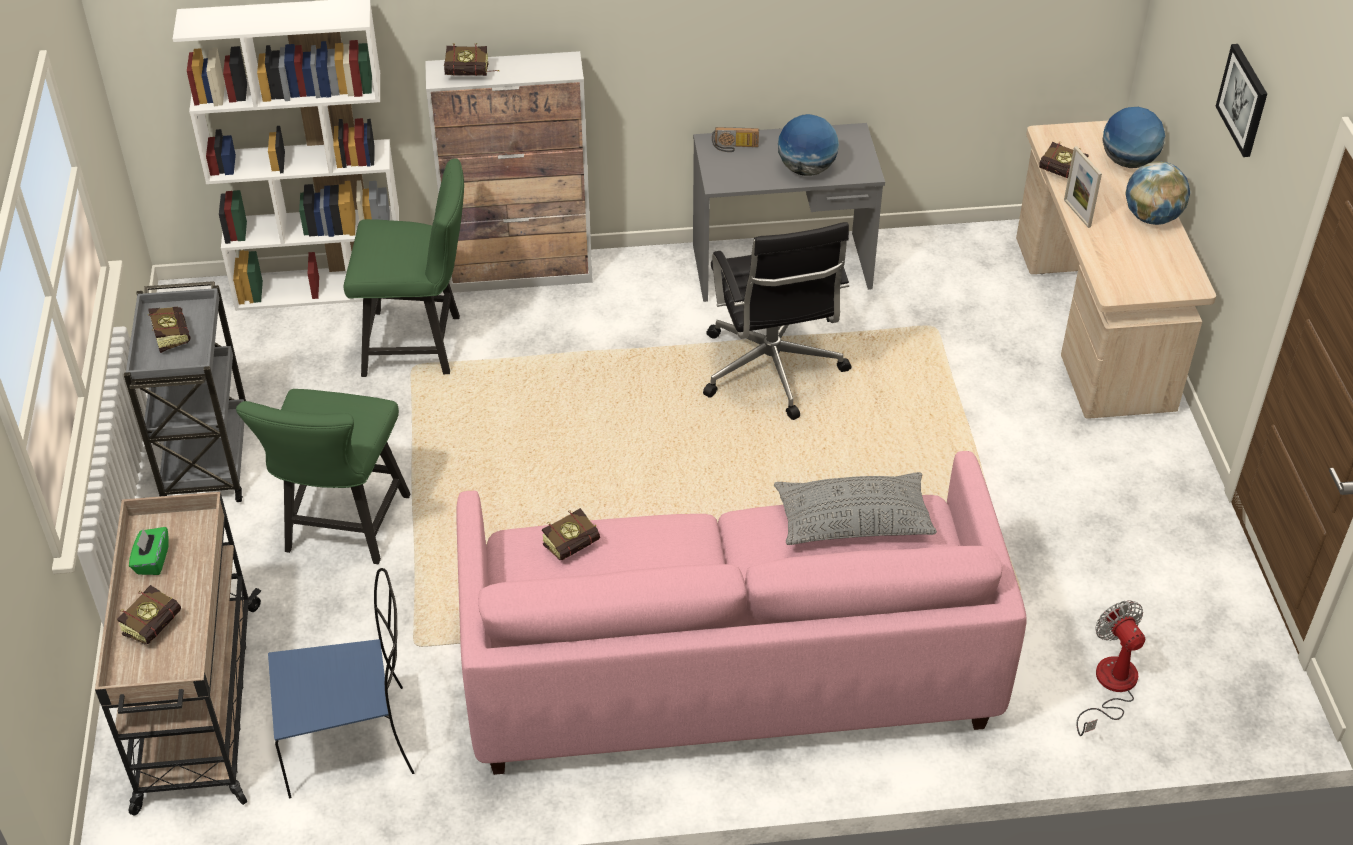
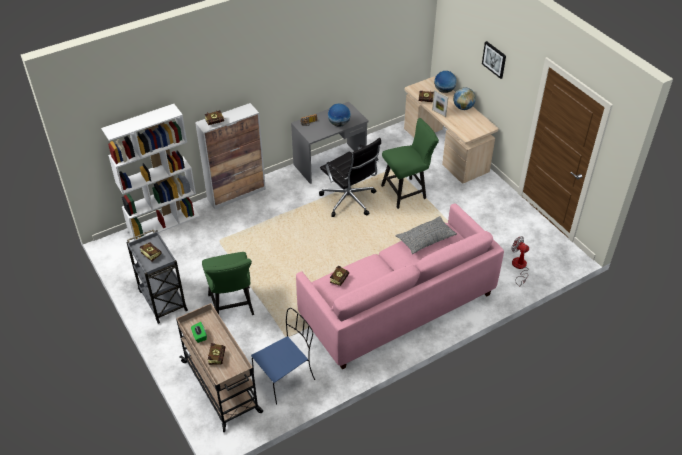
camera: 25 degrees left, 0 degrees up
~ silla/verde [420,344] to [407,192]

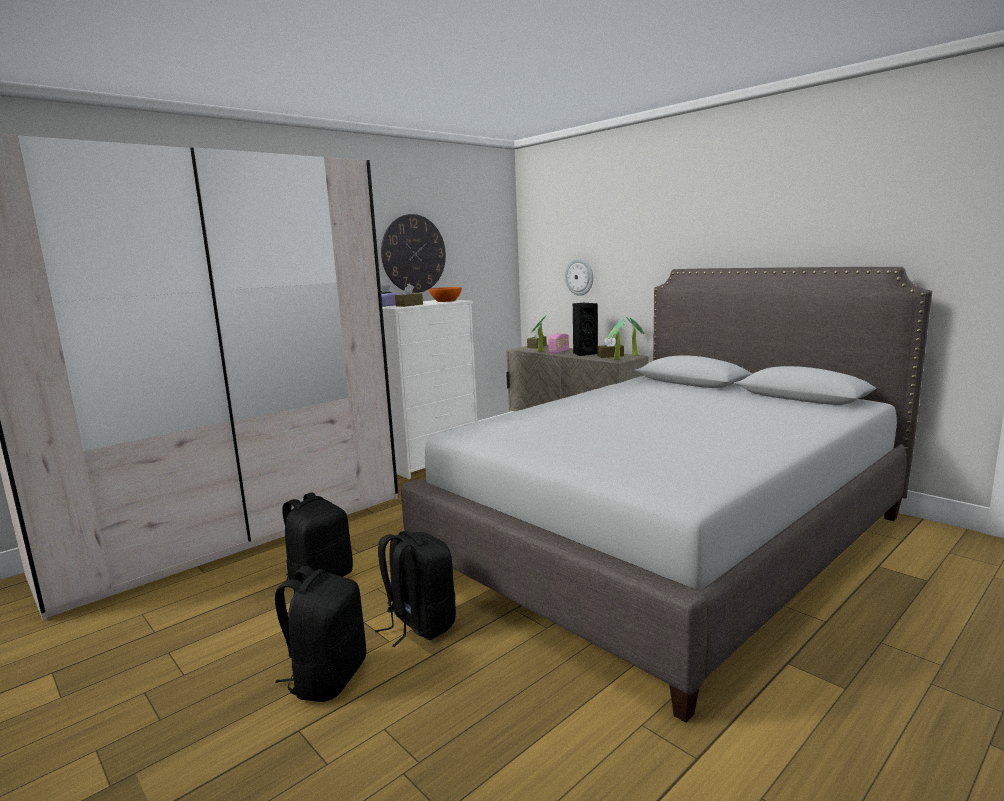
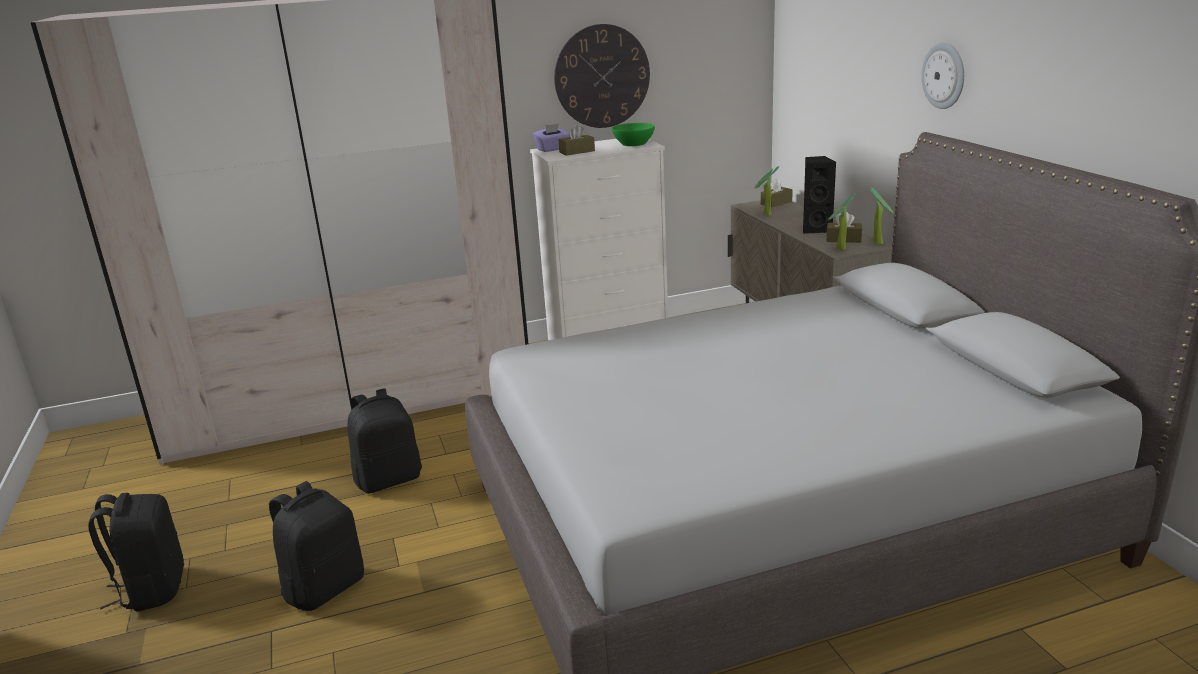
camera: 25 degrees right, 10 degrees up
- radio [559,352]
~ mochila/negro [419,625] to [152,589]
~ reloj de pared [579,277] to [944,76]
~ cuenco/naranja [446,301] to cuenco/verde [633,143]

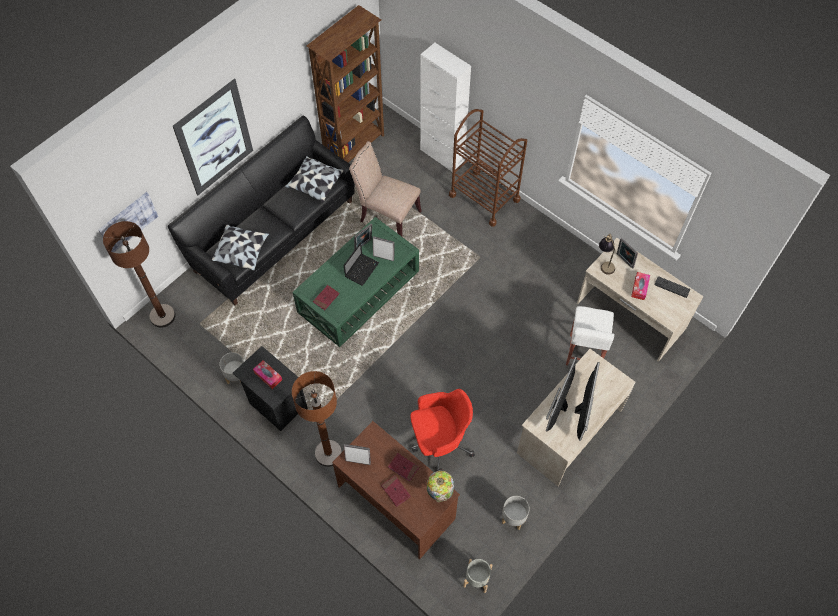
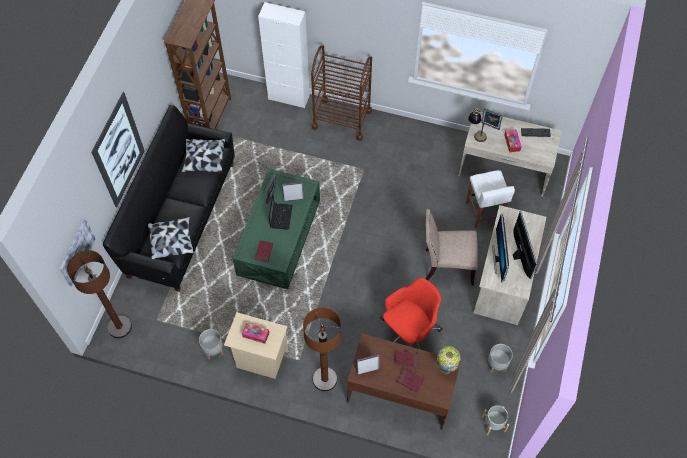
camera: 25 degrees left, 0 degrees up
~ silla/beis [387,216] to [446,265]
~ mesita de noche/negro [276,405] to mesita de noche/beis [260,359]

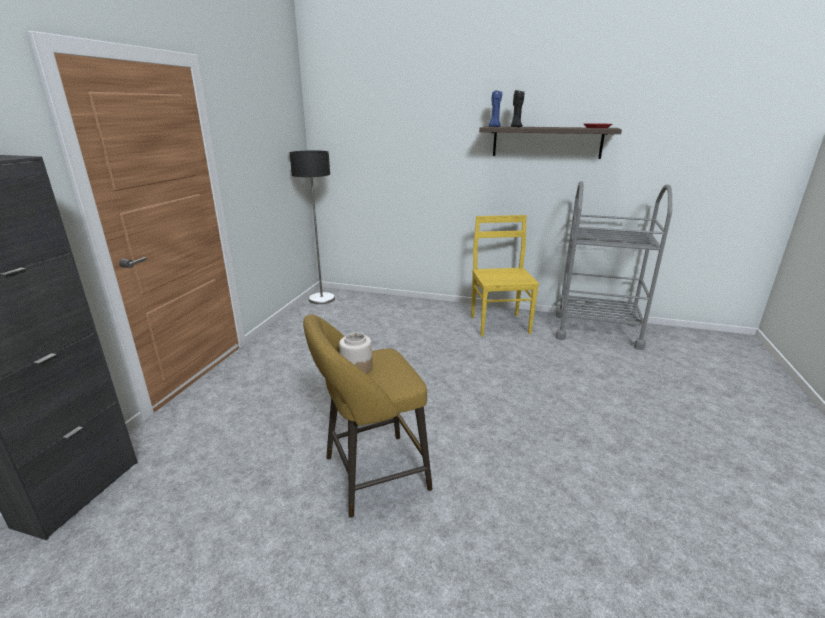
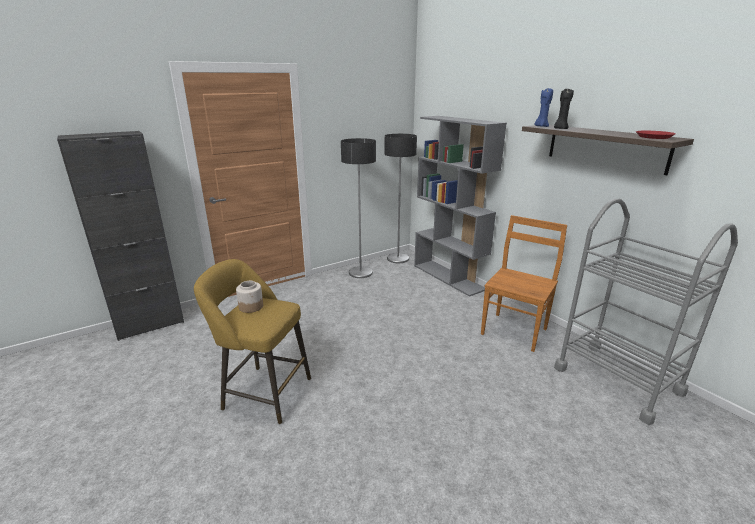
camera: 40 degrees right, 0 degrees up
+ lámpara de pie [360,273]
+ estantería/gris [449,277]
~ silla/amarillo [499,324] to silla/marrón [514,330]

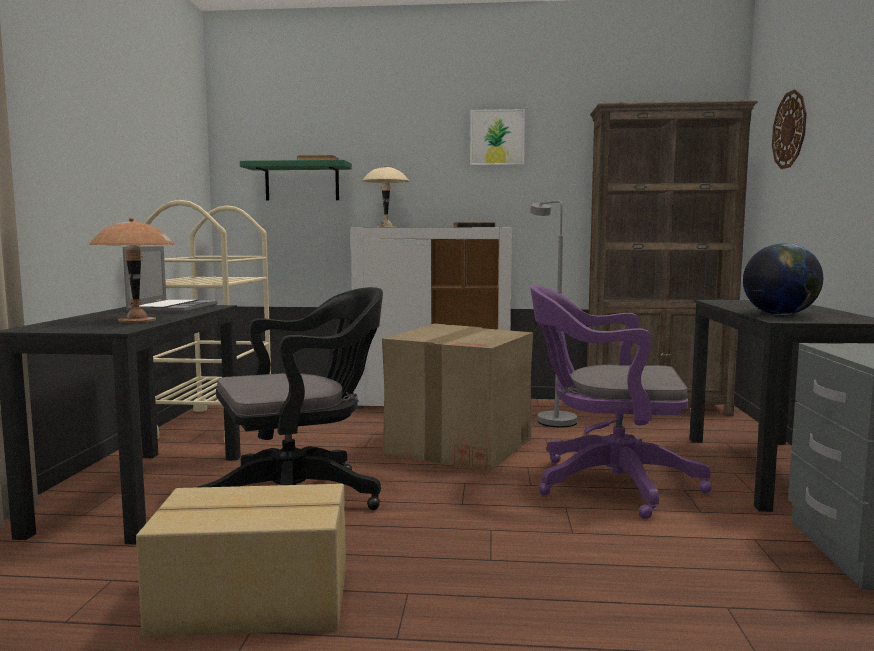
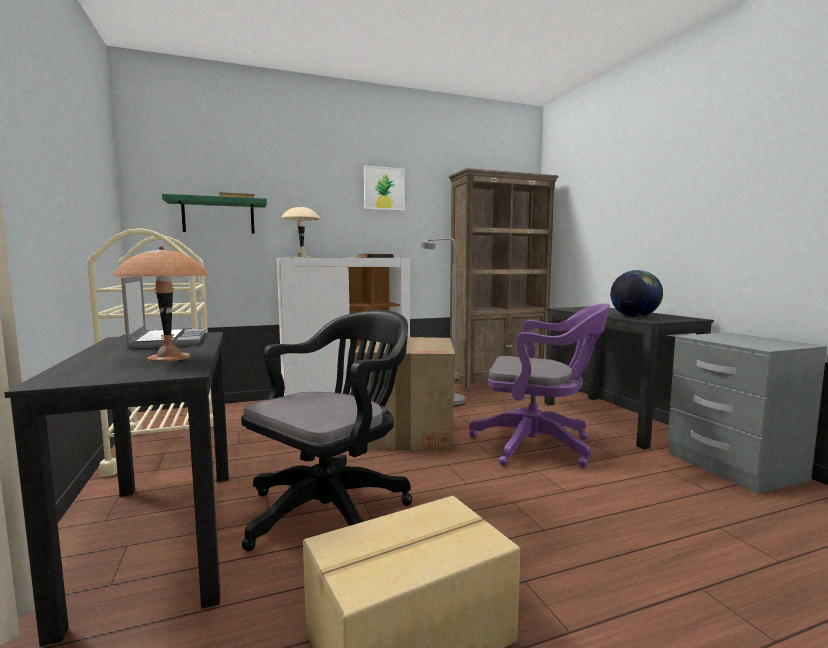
camera: 25 degrees left, 0 degrees up
- reloj de pared [790,130]
~ silla de oficina/morado [607,483] = [539,446] 150 degrees counterclockwise

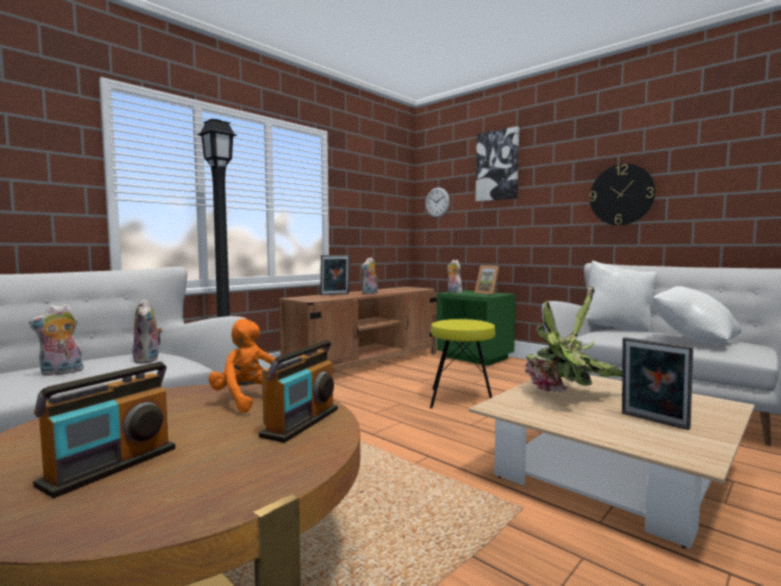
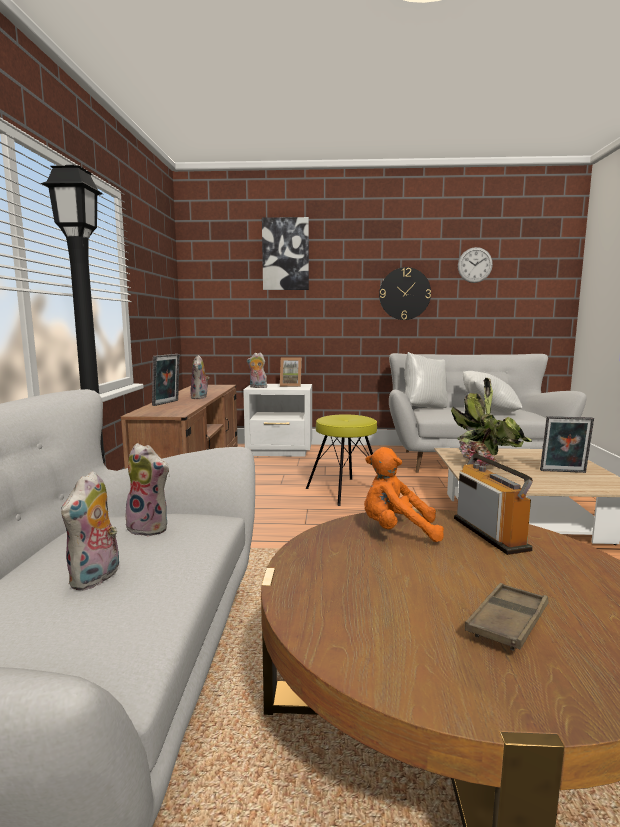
camera: 40 degrees left, 5 degrees up
~ reloj de pared [437,202] to [475,265]
~ radio [111,466] to bandeja/marrón [508,622]
~ mesita de noche/verde [475,358] to mesita de noche/blanco [280,451]

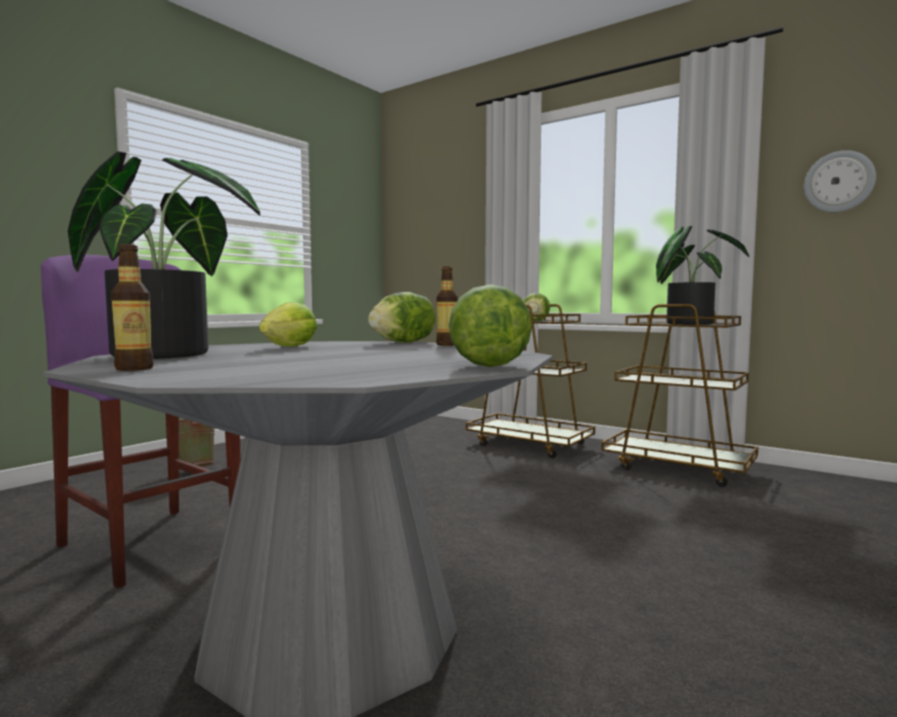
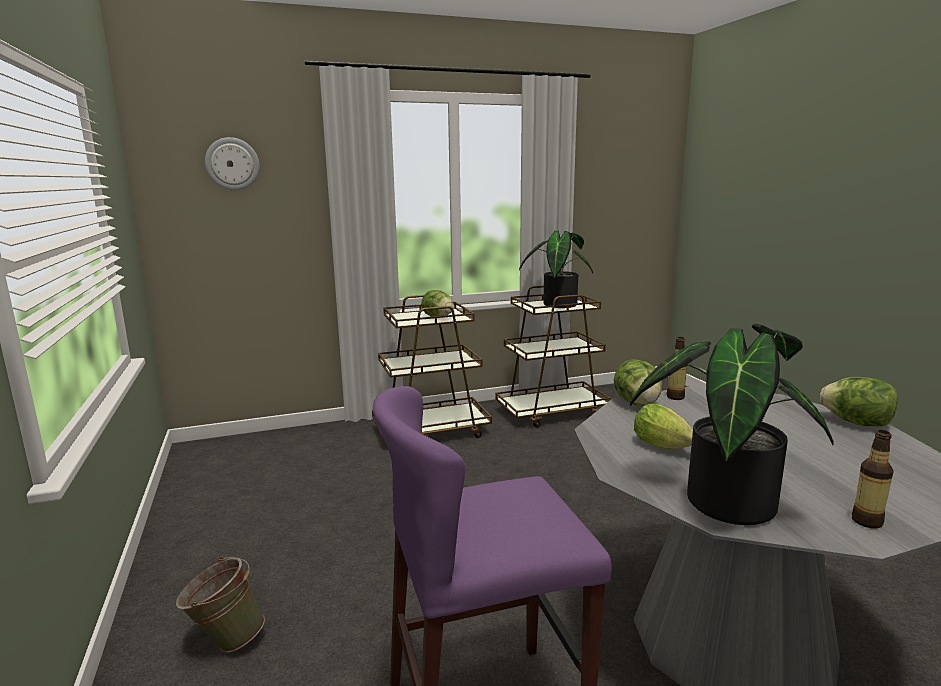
camera: 55 degrees left, 10 degrees up
~ reloj de pared [838,182] to [232,164]

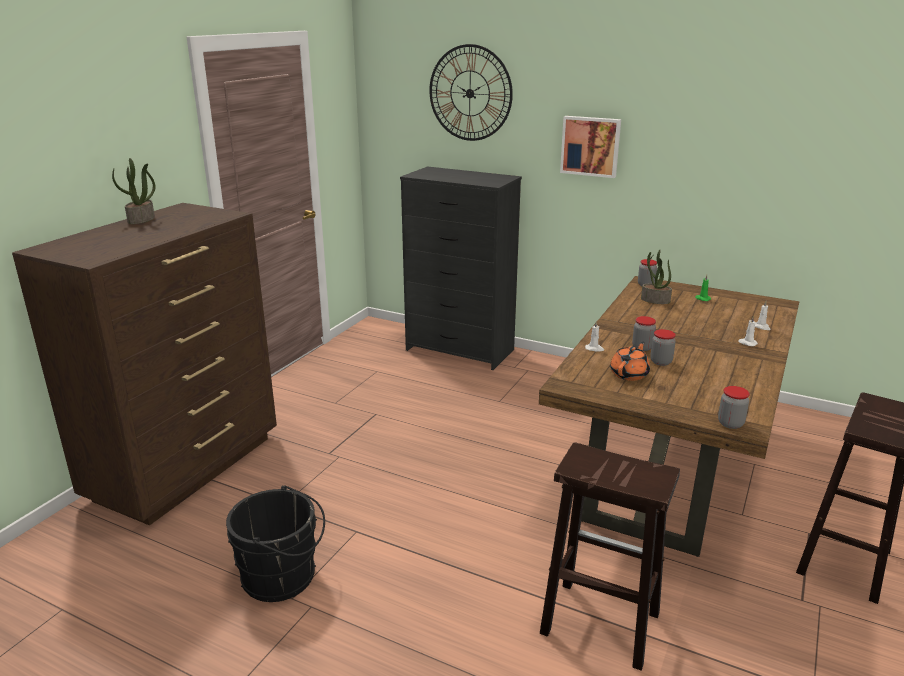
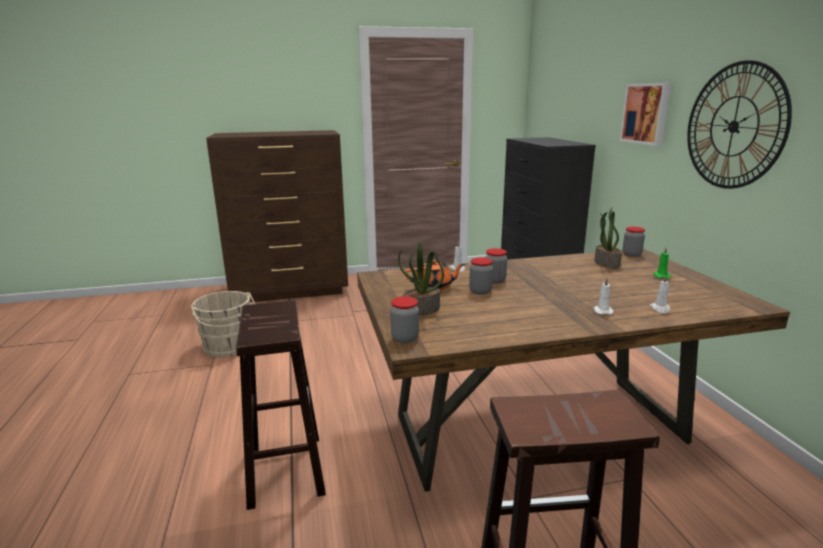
camera: 50 degrees right, 5 degrees down
~ planta en maceta [141,220] to [421,310]
~ reloj de pared [470,93] to [734,126]
~ cubo/negro [283,577] to cubo/beis [228,347]

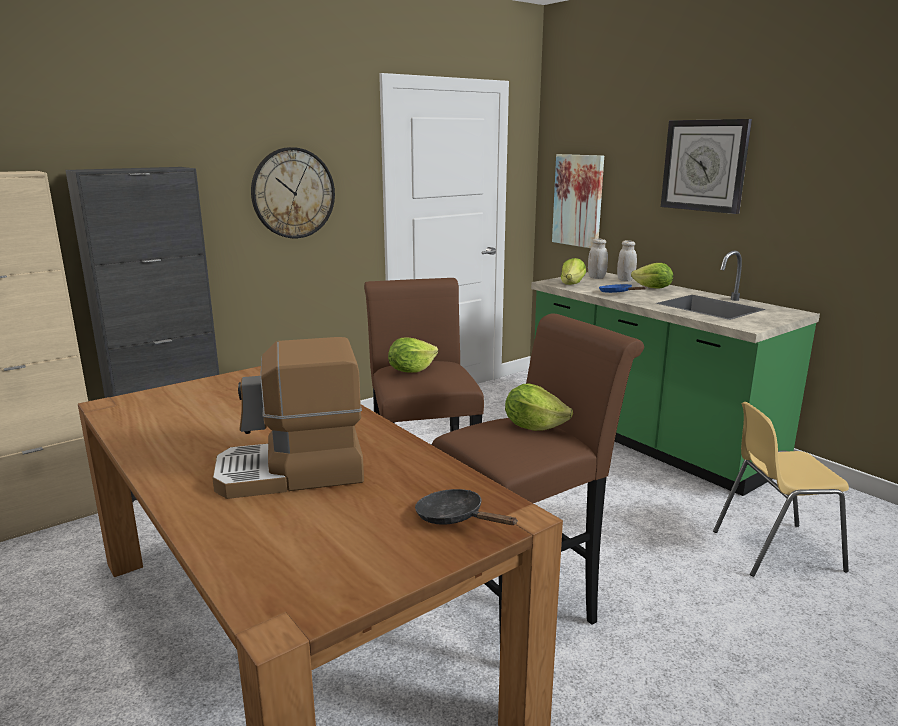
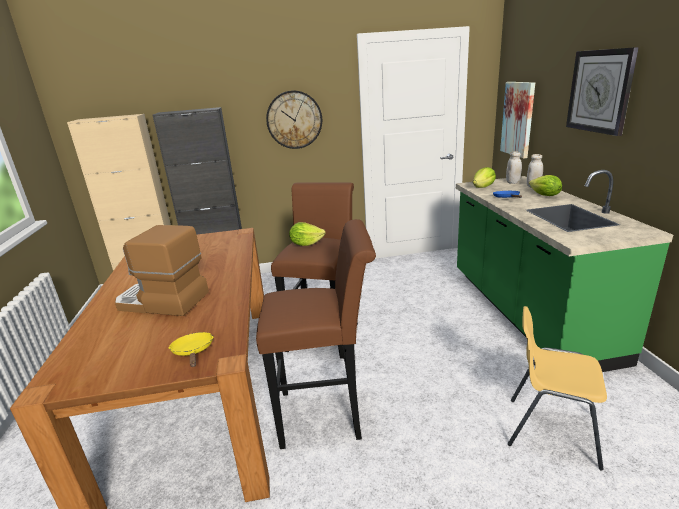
camera: 30 degrees right, 5 degrees up
- lechuga [534,426]
~ sartén/negro [455,518] to sartén/amarillo [193,352]

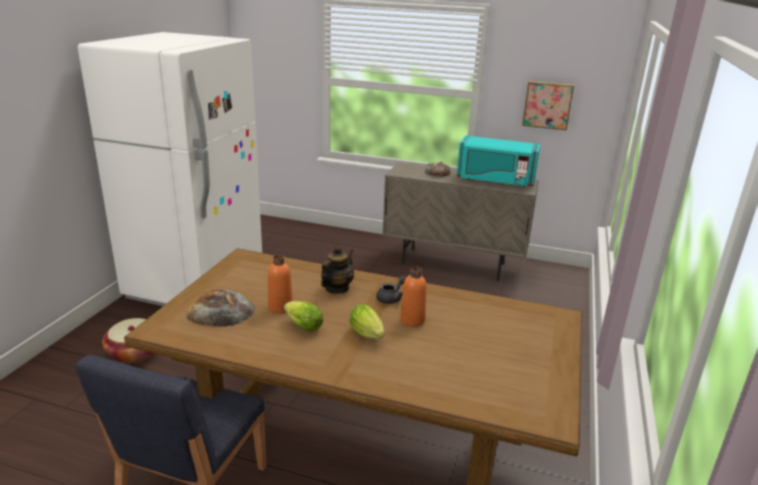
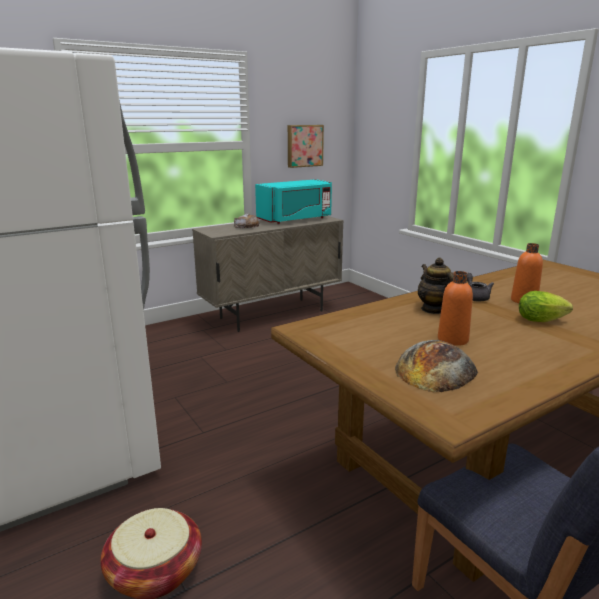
camera: 50 degrees left, 5 degrees down
- lechuga [301,326]

